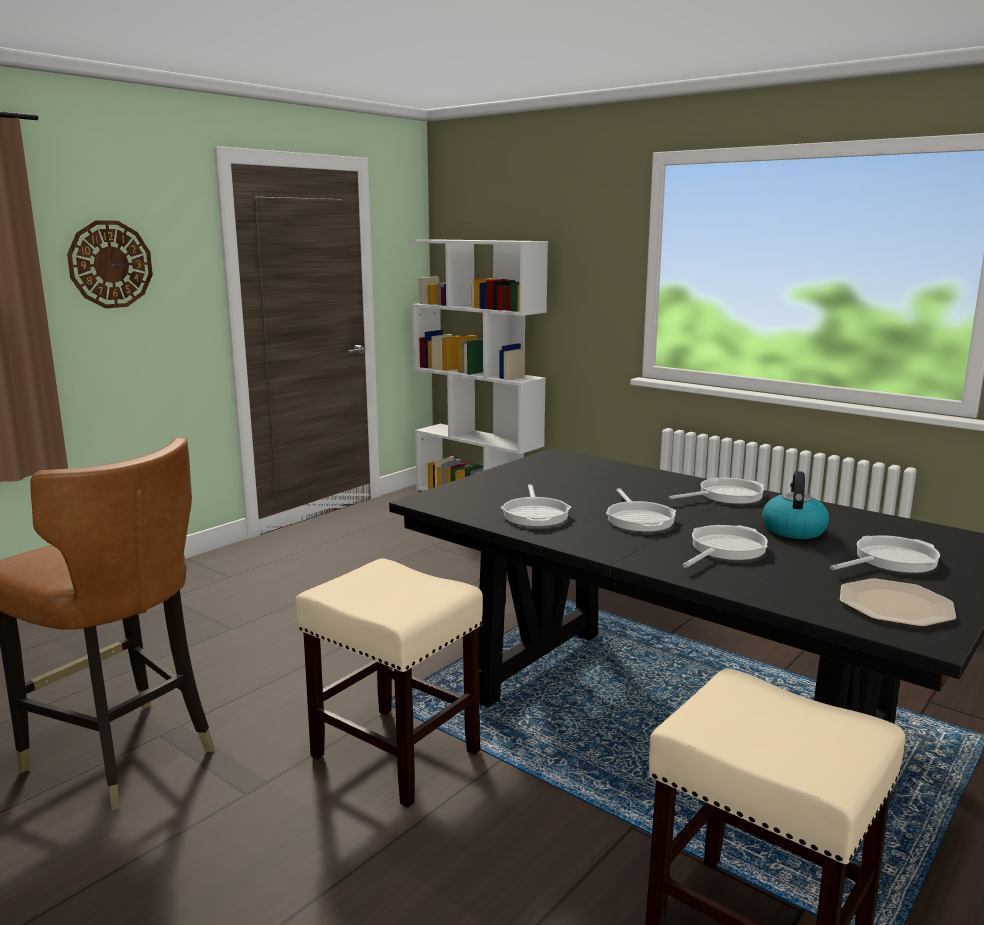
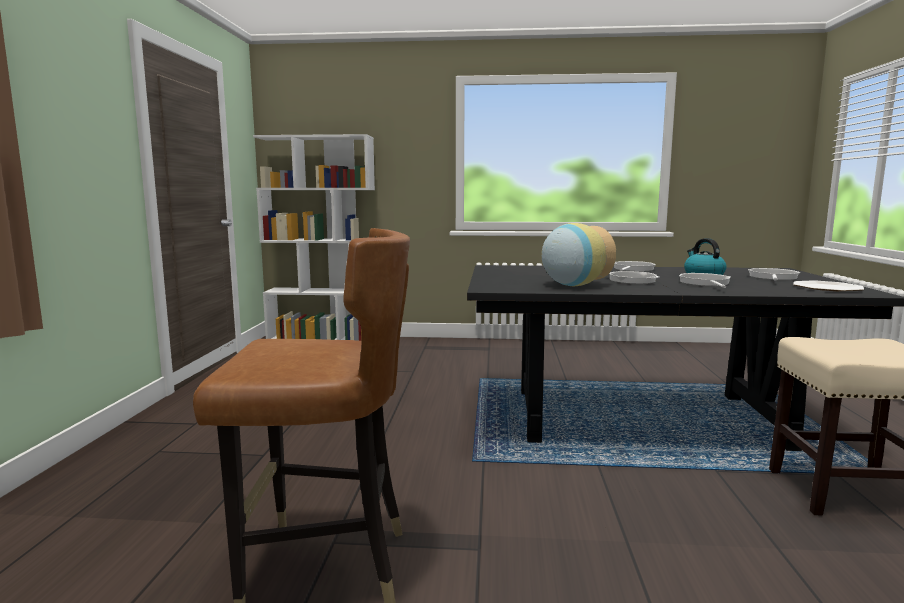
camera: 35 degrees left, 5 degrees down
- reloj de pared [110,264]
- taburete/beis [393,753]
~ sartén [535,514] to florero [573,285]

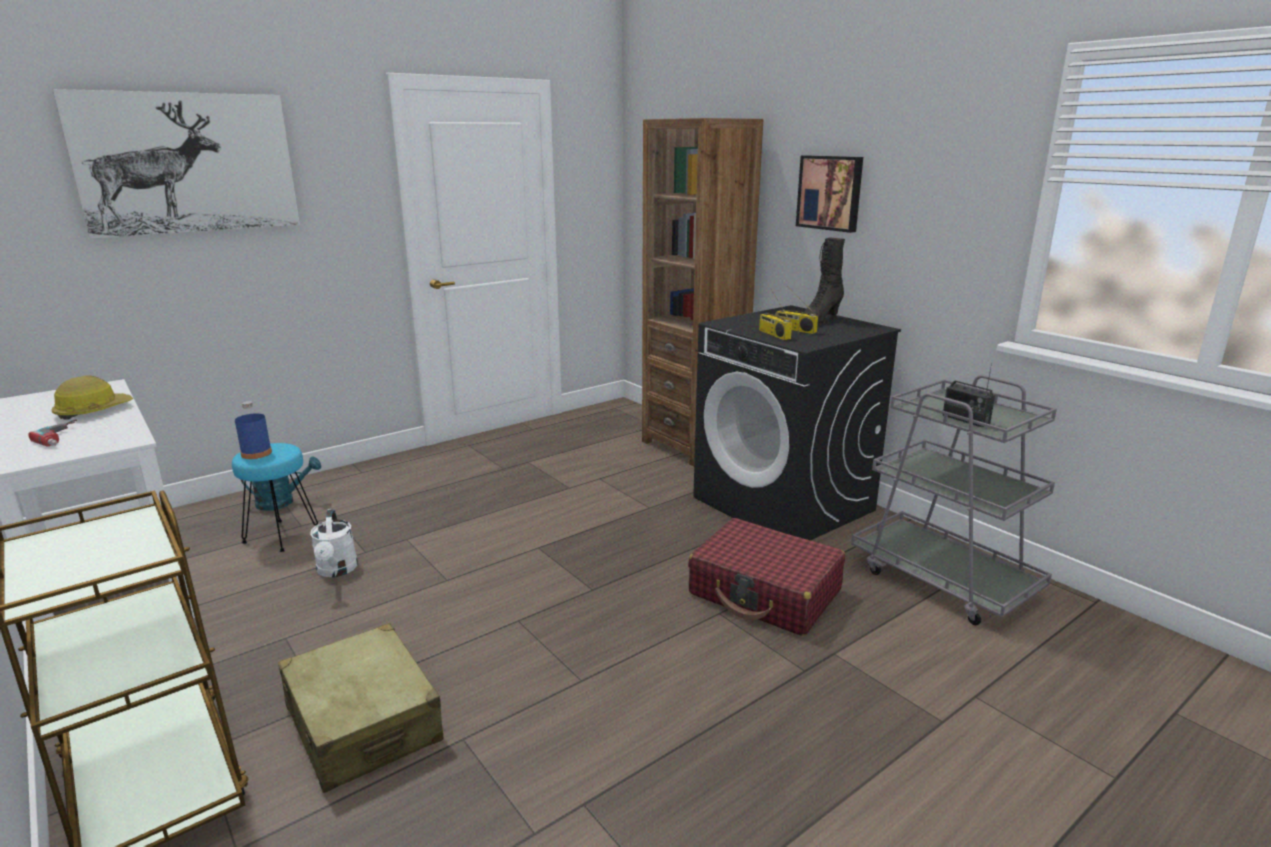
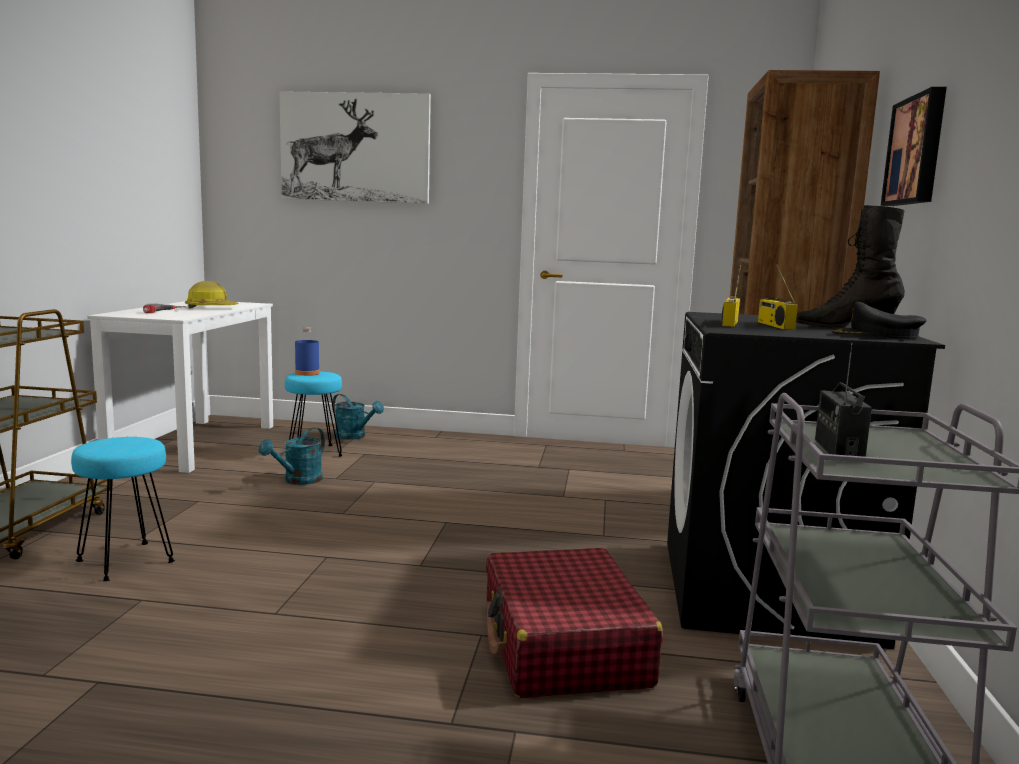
camera: 45 degrees right, 10 degrees down
+ gorra/negro [876,335]
~ maleta/beis [363,723] to taburete/turquesa [125,561]
~ regadera/blanco [336,571] to regadera/turquesa [298,481]

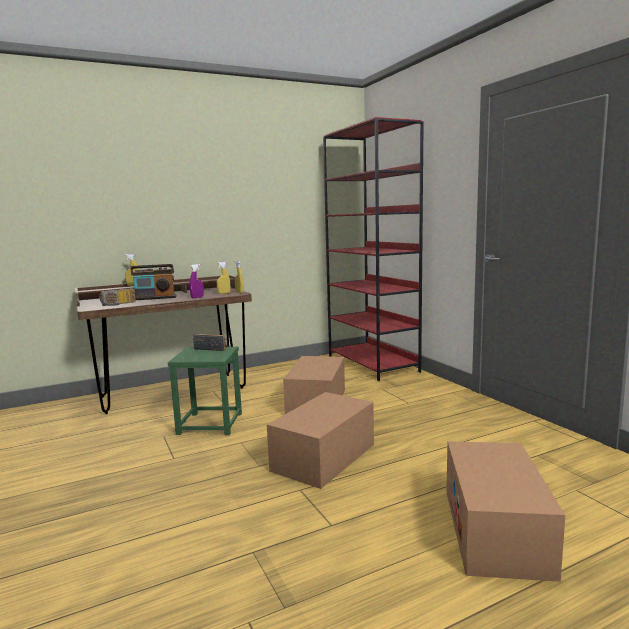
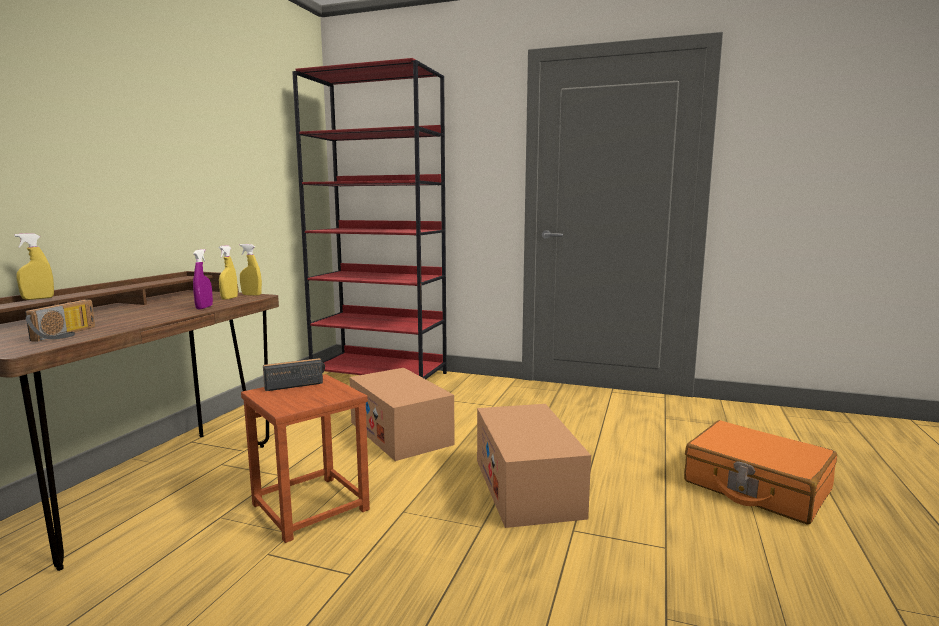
camera: 45 degrees left, 0 degrees up
- radio [155,298]
~ caja de cartón [495,530] to maleta/naranja [756,486]
~ taburete/verde [210,424] to taburete/marrón [310,507]

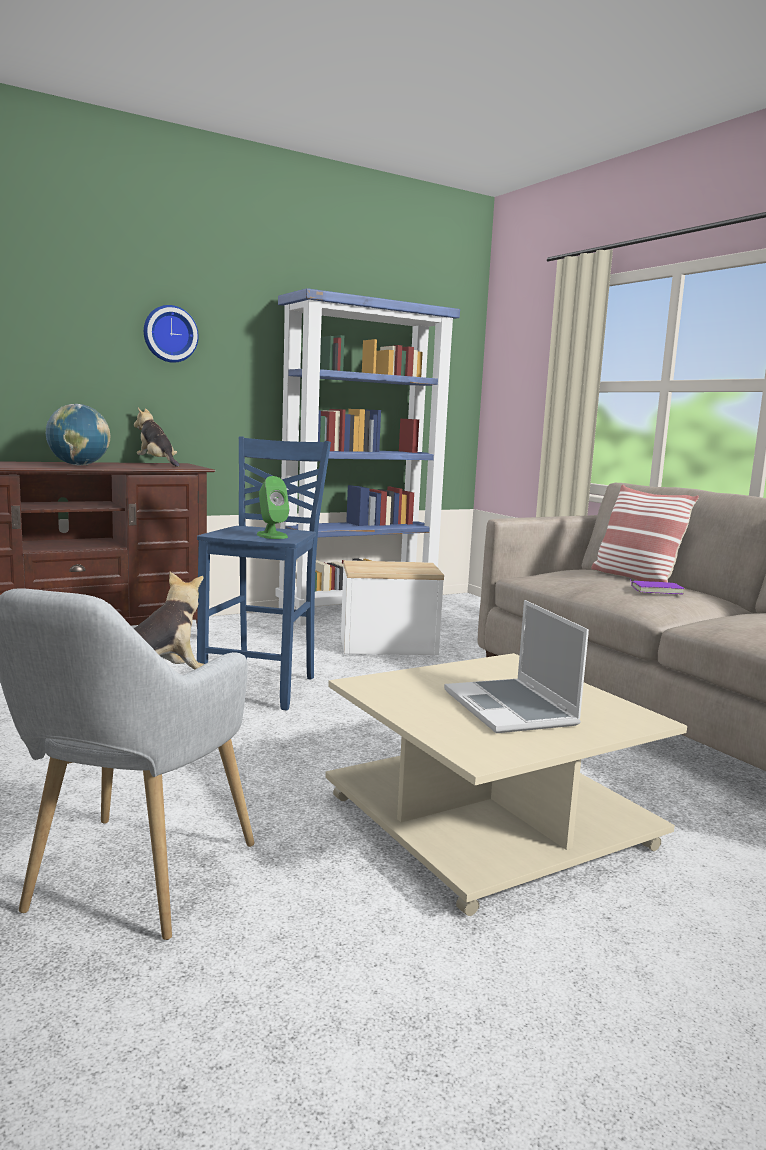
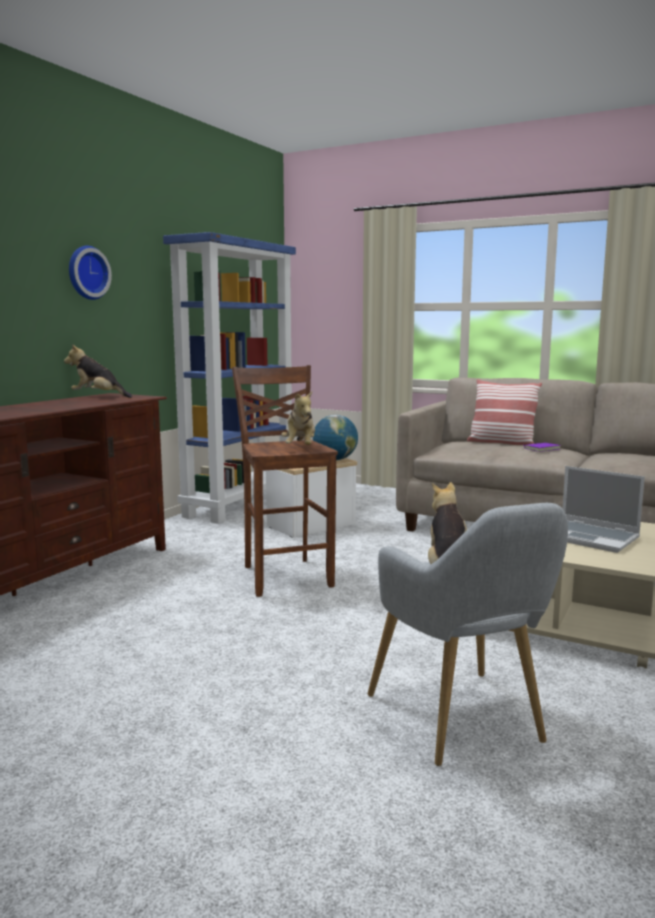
camera: 30 degrees left, 0 degrees up
~ globo terráqueo [79,465] to [335,460]
~ altavoz/verde [272,535] to peluche [300,447]
~ taburete/azul [263,688] to taburete/marrón [285,576]

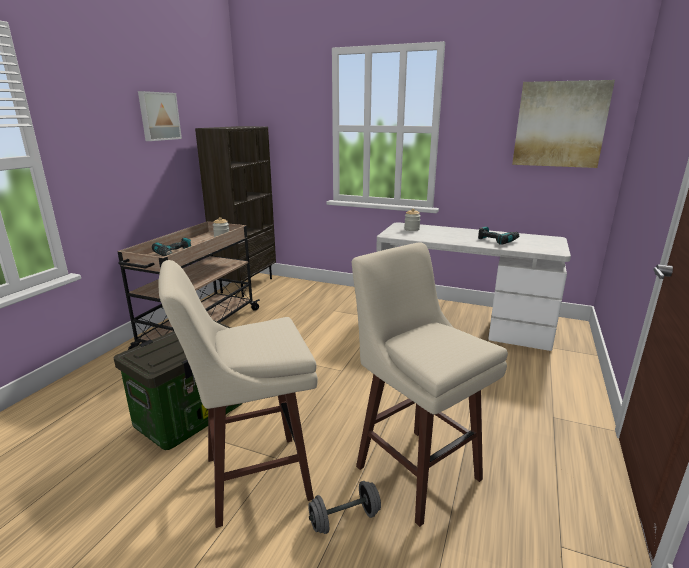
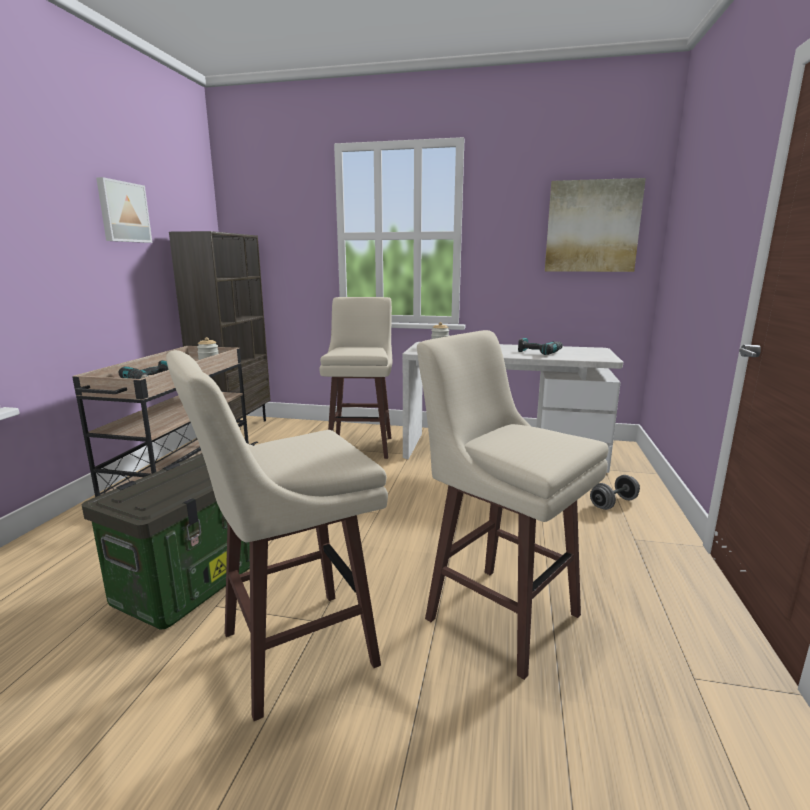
camera: 10 degrees left, 5 degrees down
+ taburete/beis [361,446]
~ mancuerna/gris [344,519] to [613,503]

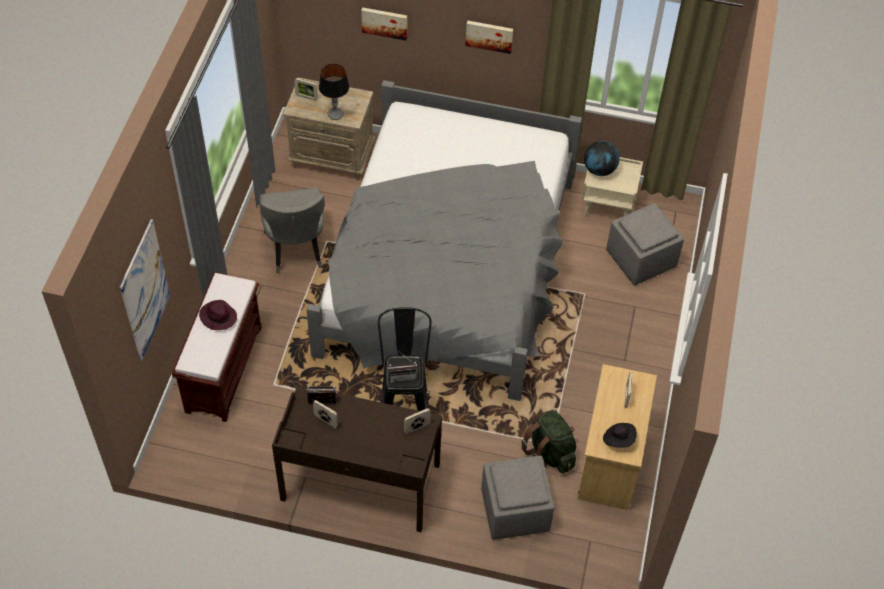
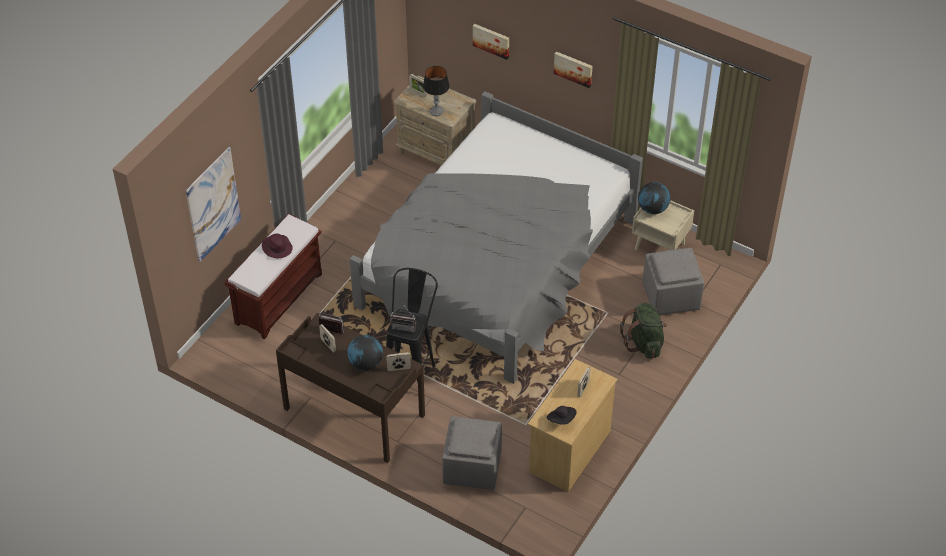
camera: 20 degrees right, 5 degrees down
- silla/gris [296,251]
+ globo terráqueo [365,363]
~ mochila/verde [550,453] to [644,343]

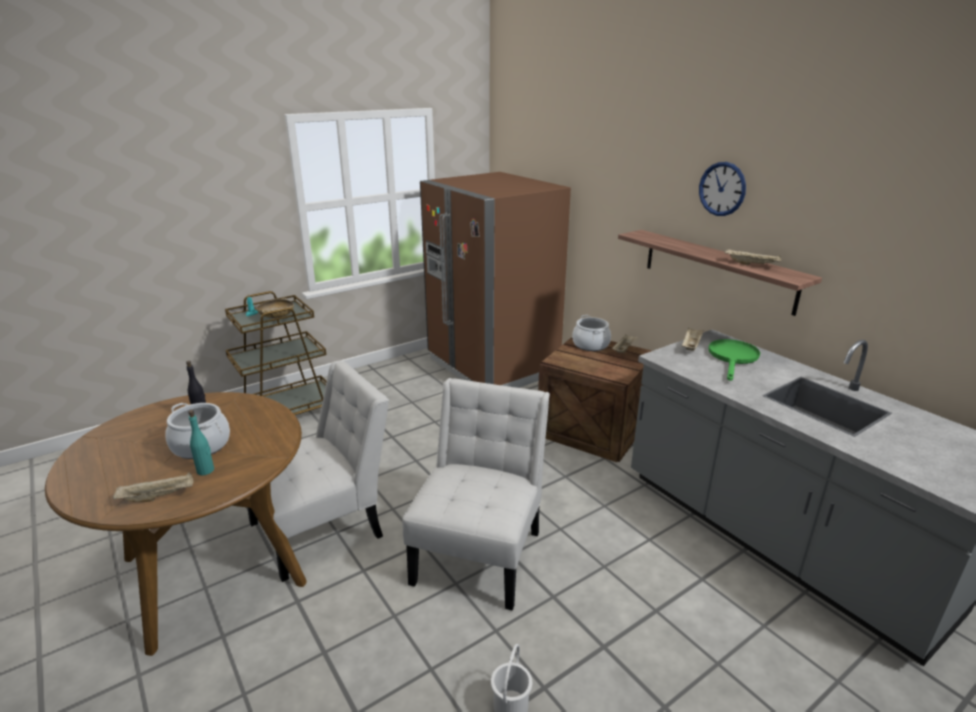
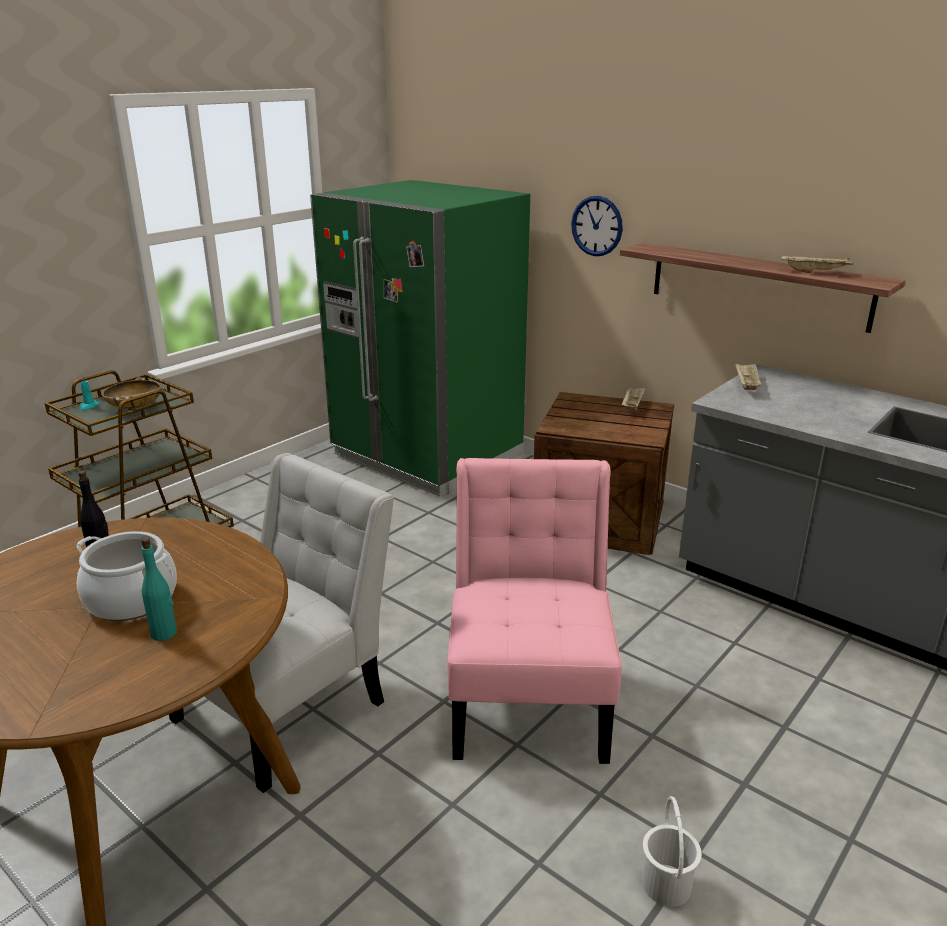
camera: 15 degrees left, 0 degrees up
- bandeja/beis [159,496]
- olla [591,345]
- sartén/verde [733,358]
~ reloj de pared [722,189] to [597,226]
~ silla/blanco [480,551] to silla/rosa [529,697]
~ nevera/marrón [492,366] to nevera/verde [427,455]

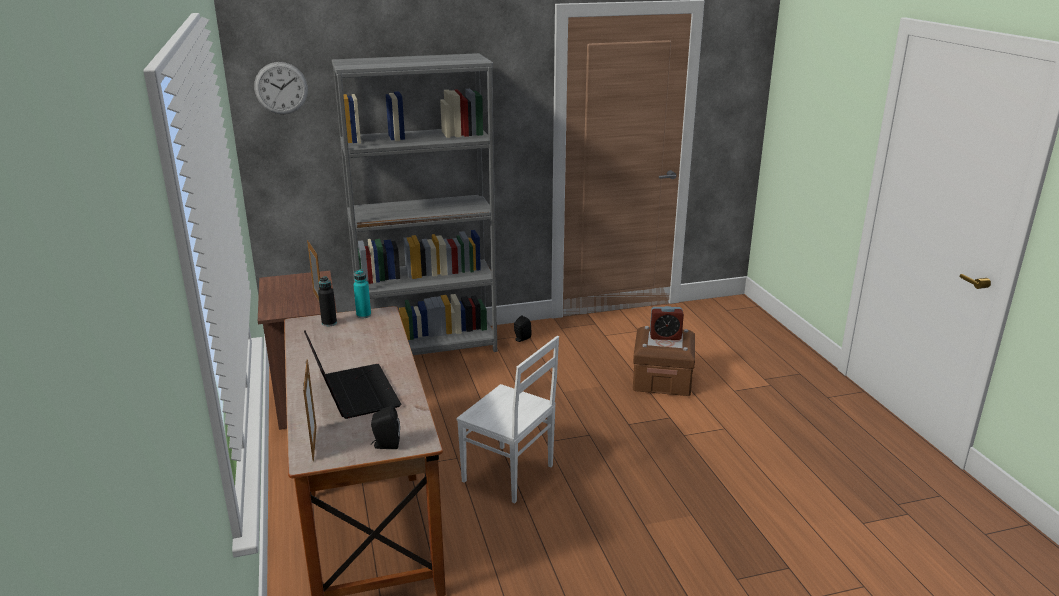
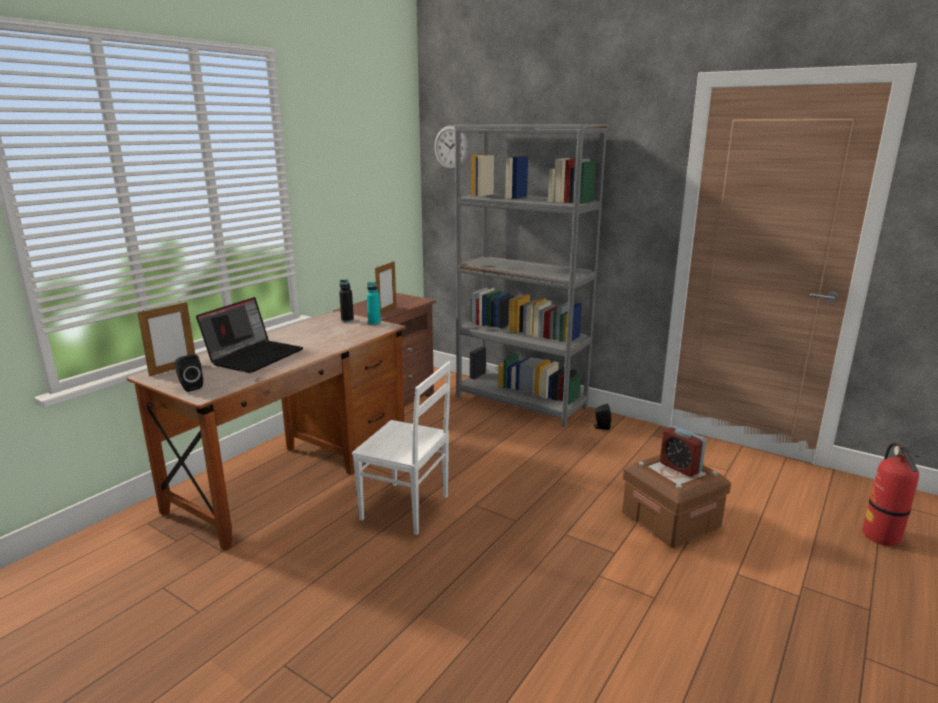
camera: 50 degrees right, 5 degrees down
+ extintor [881,537]
~ silla/blanco [508,475] = [405,509] 60 degrees counterclockwise

